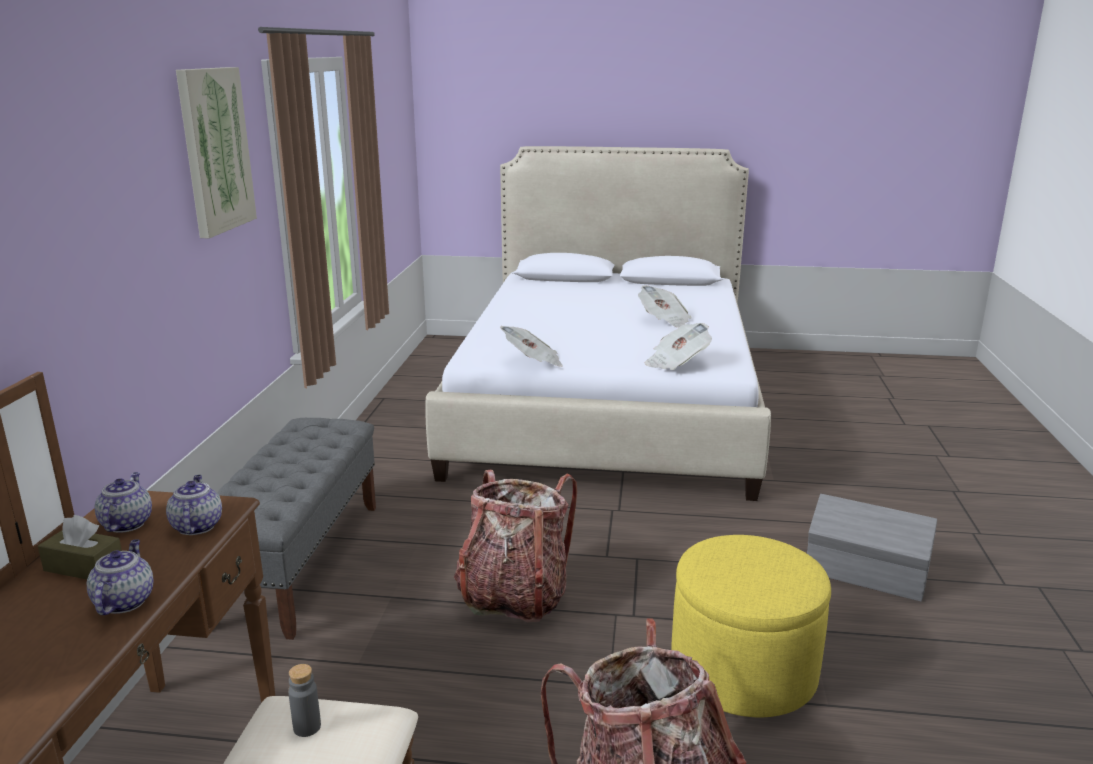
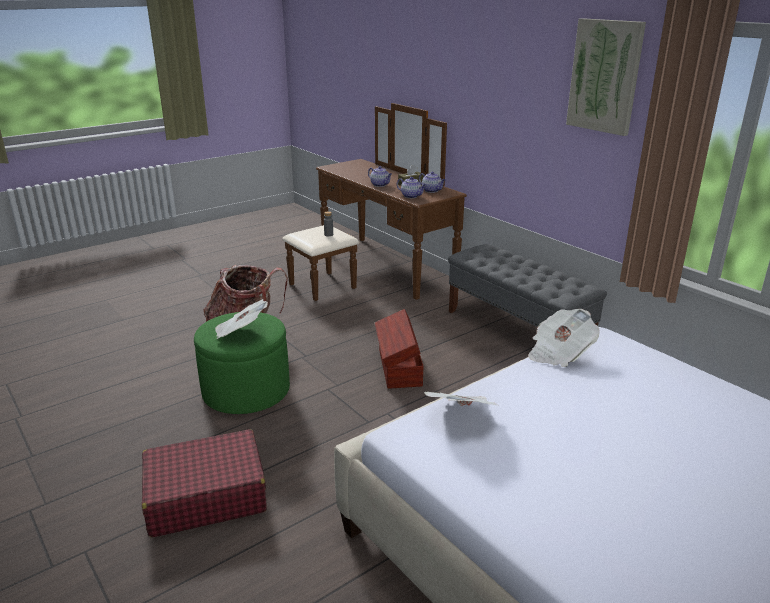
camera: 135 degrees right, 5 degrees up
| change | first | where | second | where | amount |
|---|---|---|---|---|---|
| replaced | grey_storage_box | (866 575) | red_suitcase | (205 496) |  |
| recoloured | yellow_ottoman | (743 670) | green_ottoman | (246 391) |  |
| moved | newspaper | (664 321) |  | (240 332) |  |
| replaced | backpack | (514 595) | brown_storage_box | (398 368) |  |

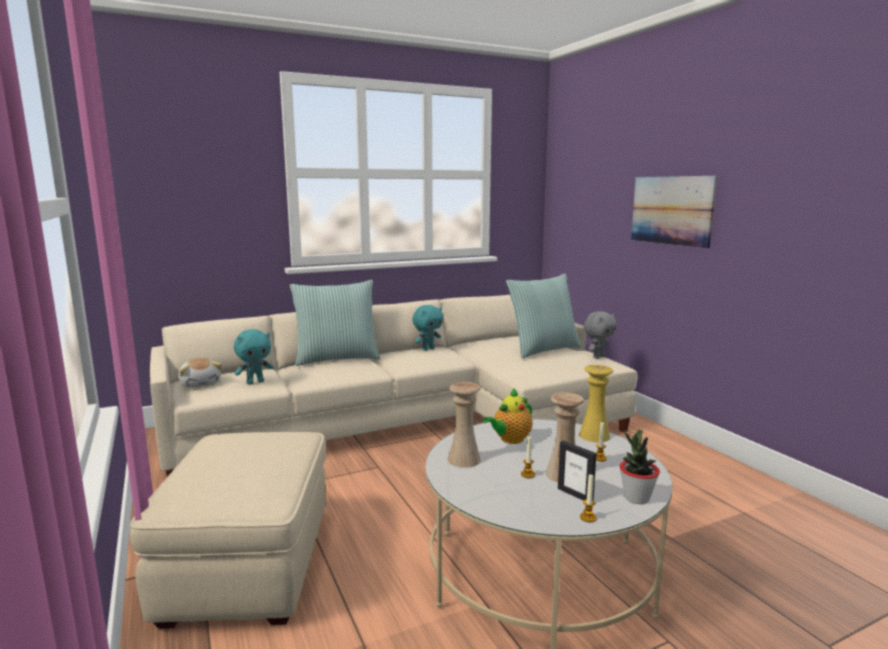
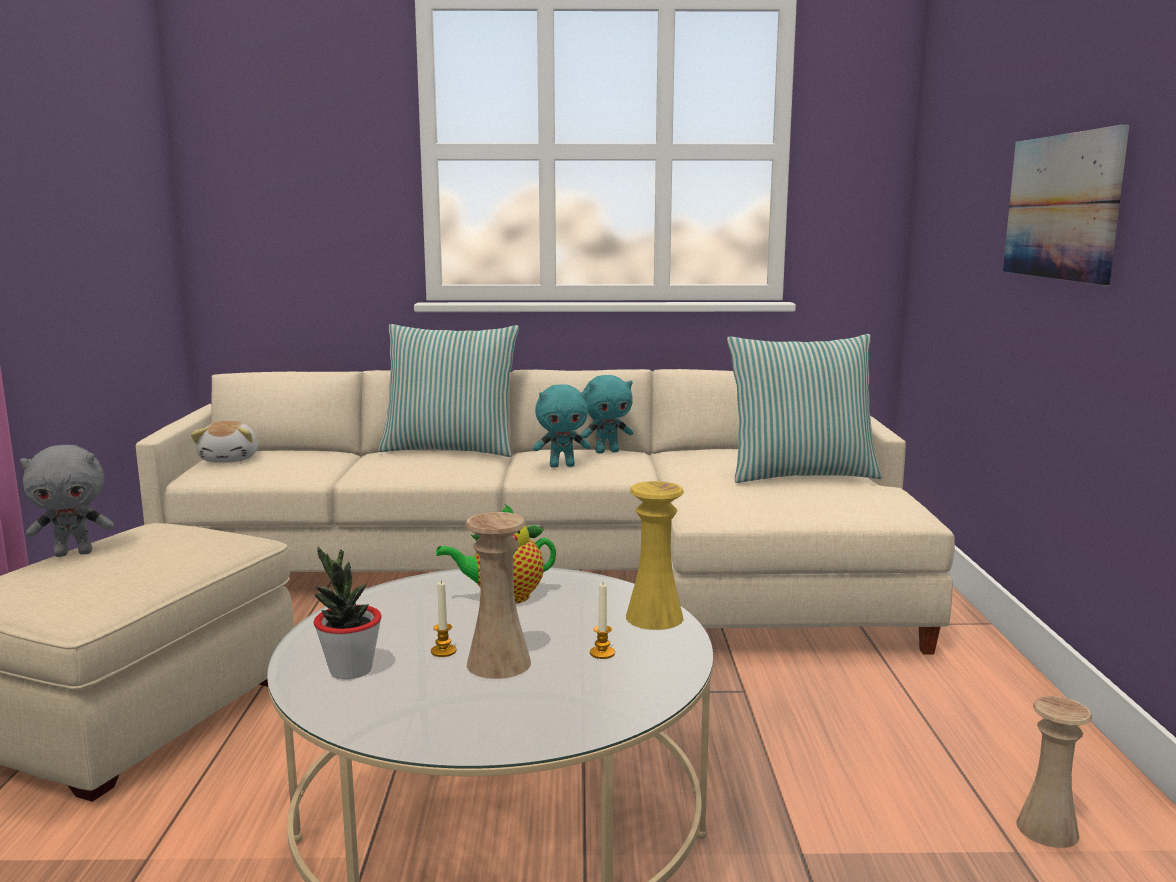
camera: 25 degrees right, 0 degrees up
| change | first | where | second | where | amount |
|---|---|---|---|---|---|
| moved | grey_plush_toy | (598 357) |  | (74 553) |  |
| moved | potted_plant | (636 498) |  | (350 670) |  |
| moved | turquoise_plush_toy | (255 382) |  | (562 466) |  |
| moved | beige_vase | (464 459) |  | (1047 829) |  |
| removed | picture_frame | (575 495) |  |  |  |
| removed | candle | (588 517) |  |  |  |

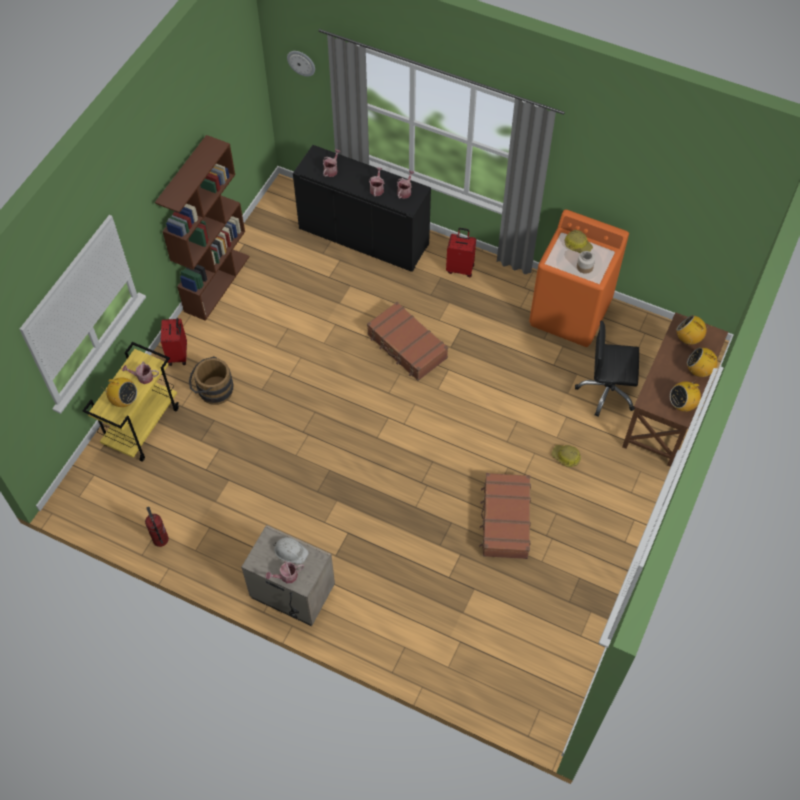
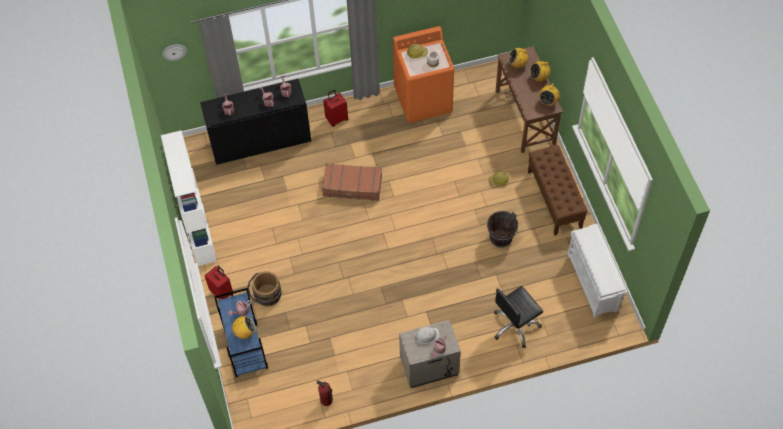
camera: 40 degrees left, 0 degrees up
| change | first | where | second | where | amount |
|---|---|---|---|---|---|
| recoloured | brown_bookcase | (217 283) | white_bookcase | (199 234) |  |
| recoloured | yellow_cart | (142 426) | blue_cart | (245 349) |  |
| replaced | brown_suitcase | (505 520) | brown_bucket | (501 238) |  |
| moved | black_office_chair | (607 391) |  | (515 326) |  |
| added |  |  | brown_bench | (554 200) |  |
| added |  |  | white_shoe_rack | (593 283) |  |

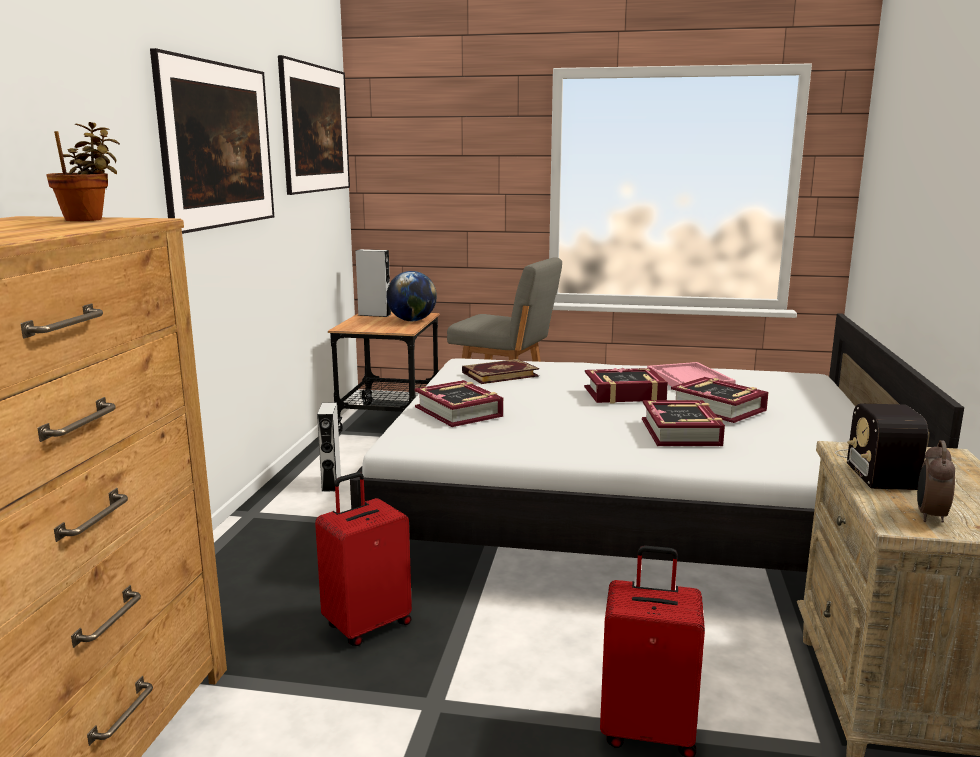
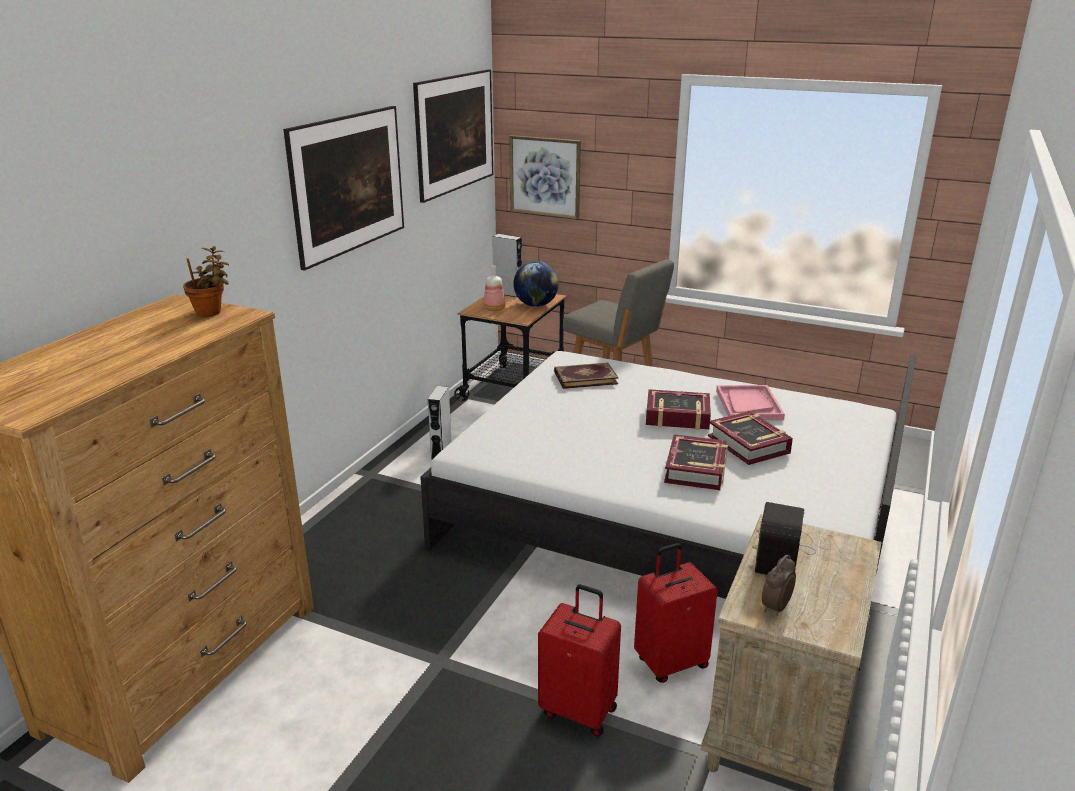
camera: 15 degrees right, 10 degrees up
| change | first | where | second | where | amount |
|---|---|---|---|---|---|
| added |  |  | bottle | (493 309) |  |
| added |  |  | picture | (545 176) |  |
| moved | red_suitcase | (367 625) |  | (670 662) |  |
| removed | book | (459 412) |  |  |  |

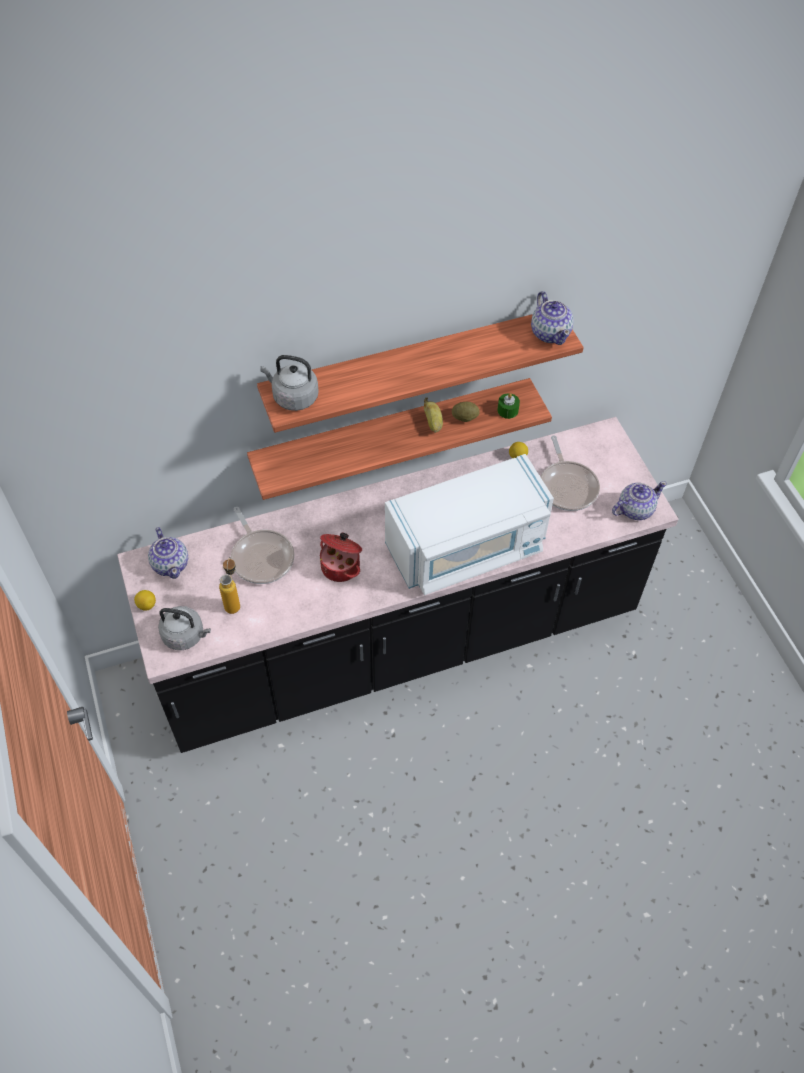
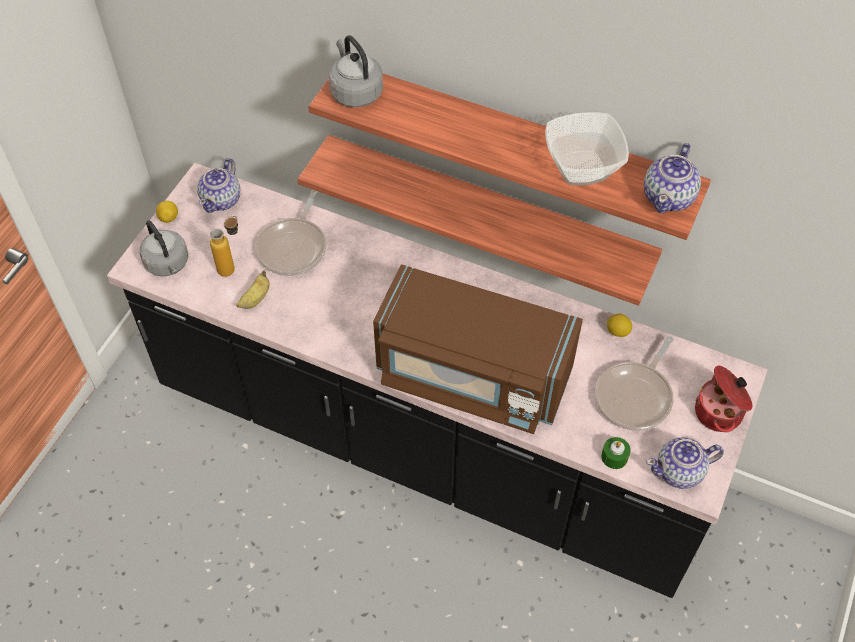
camera: 45 degrees right, 0 degrees up
| change | first | where | second | where | amount |
|---|---|---|---|---|---|
| moved | banana | (433 423) |  | (255 299) |  |
| recoloured | white_microwave | (466 548) | brown_microwave | (472 376) |  |
| added |  |  | bowl | (583 169) |  |
| moved | green_candle | (507 410) |  | (614 457) |  |
| turned | teapot | (634 509) |  | (680 471) | 150 degrees clockwise |
| moved | cooking_pot | (341 566) |  | (720 412) |  |
| removed | potato | (465 418) |  |  |  |

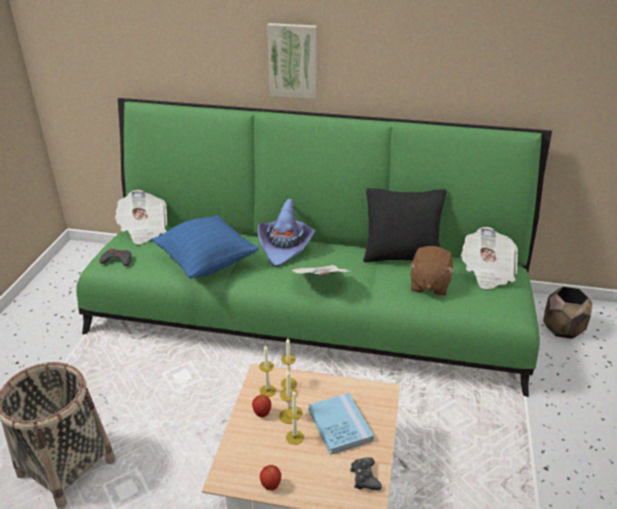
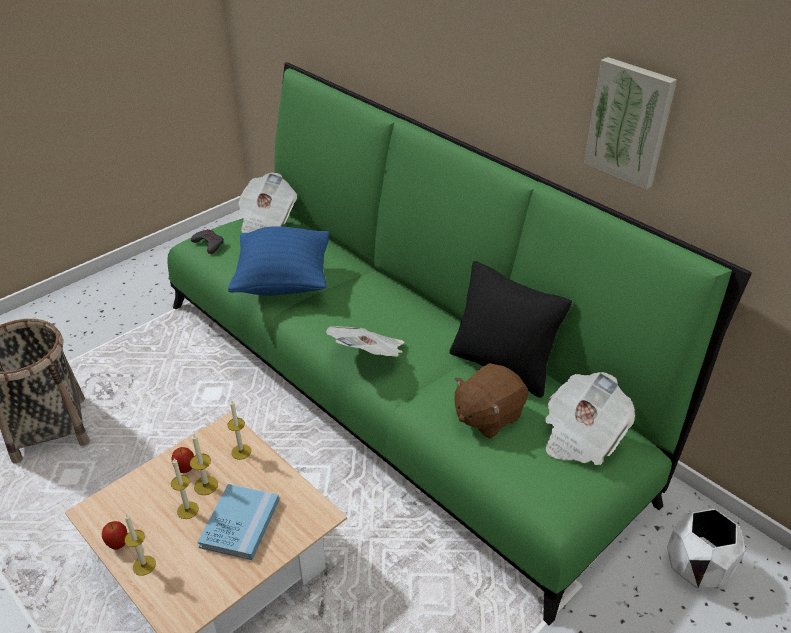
camera: 35 degrees right, 5 degrees up
| change | first | where | second | where | amount |
|---|---|---|---|---|---|
| moved | candle | (267 390) |  | (144 565) |  |
| moved | picture | (293 60) |  | (630 122) |  |
| recoloured | brown_planter | (561 328) | white_planter | (696 567) |  |
| removed | purple_hat | (285 246) |  |  |  |
| removed | black_game_controller | (365 477) |  |  |  |

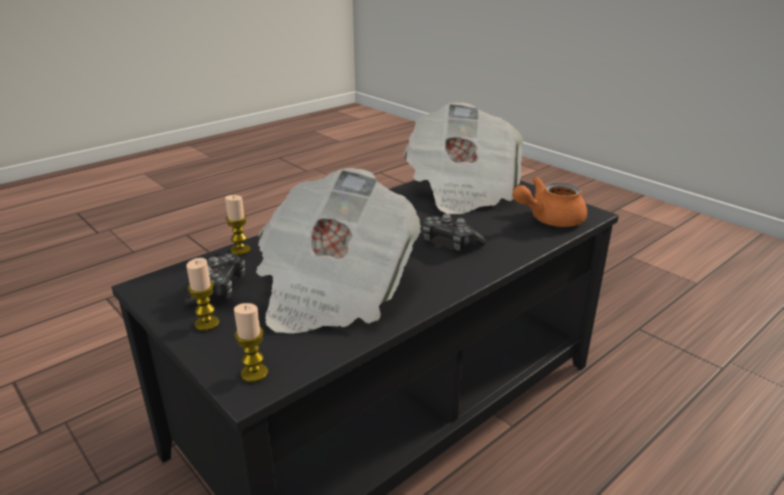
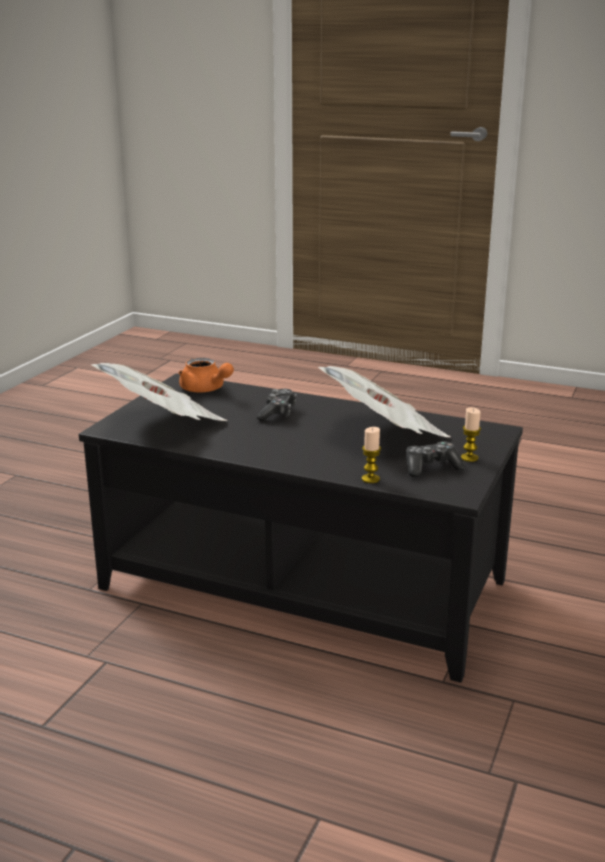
camera: 115 degrees left, 5 degrees down
| change | first | where | second | where | amount |
|---|---|---|---|---|---|
| removed | candle | (254 373) |  |  |  |

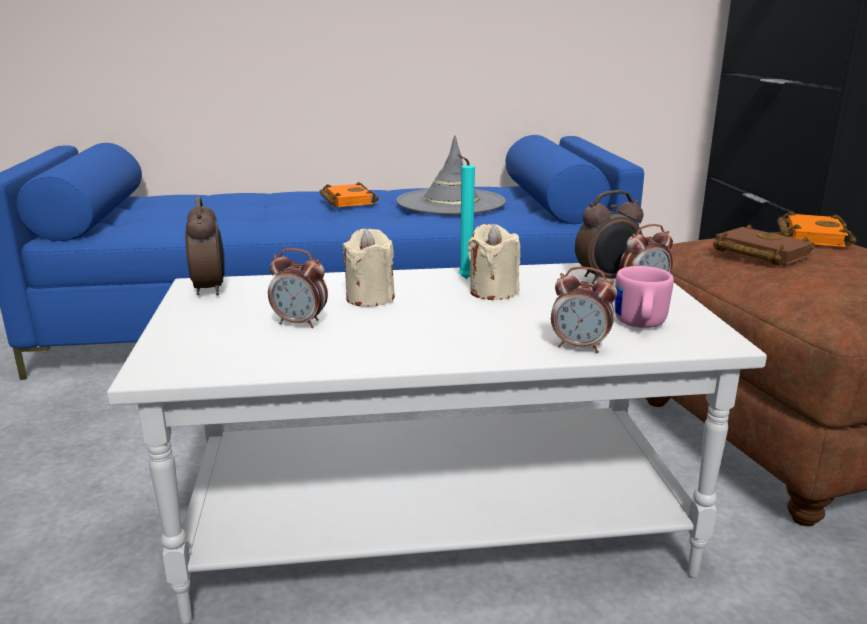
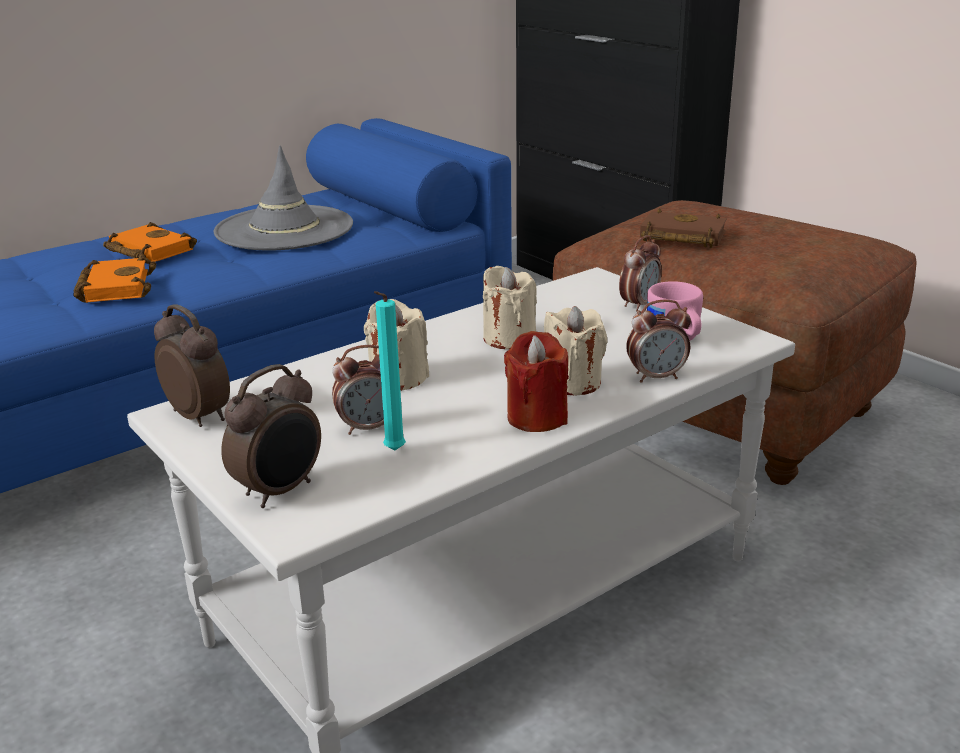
camera: 30 degrees left, 5 degrees up
| change | first | where | second | where | amount |
|---|---|---|---|---|---|
| moved | orange_book | (809 236) |  | (114 287) |  |
| moved | alarm_clock | (607 280) |  | (280 491) |  |
| moved | turquoise_candle | (463 279) |  | (392 452) |  |
| added |  |  | red_candle | (537 417) |  |
| added |  |  | beige_candle | (572 382) |  |

